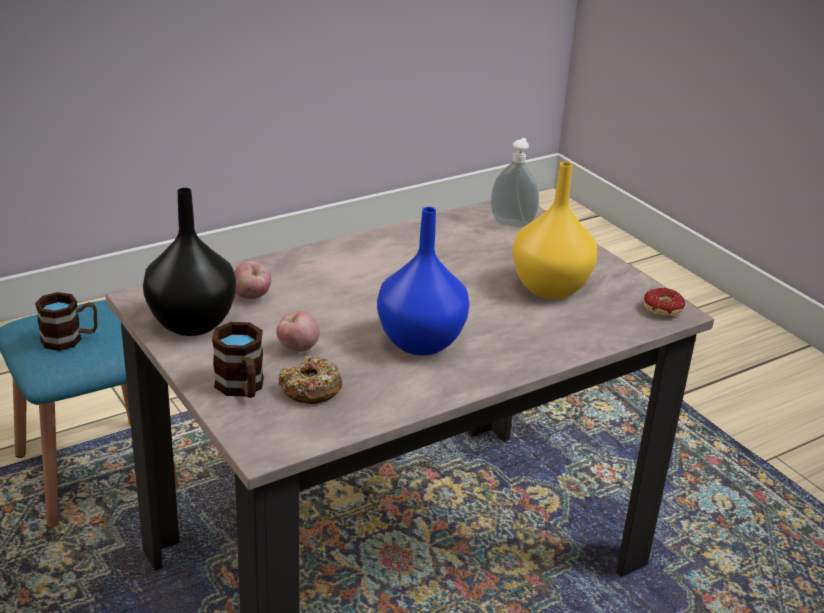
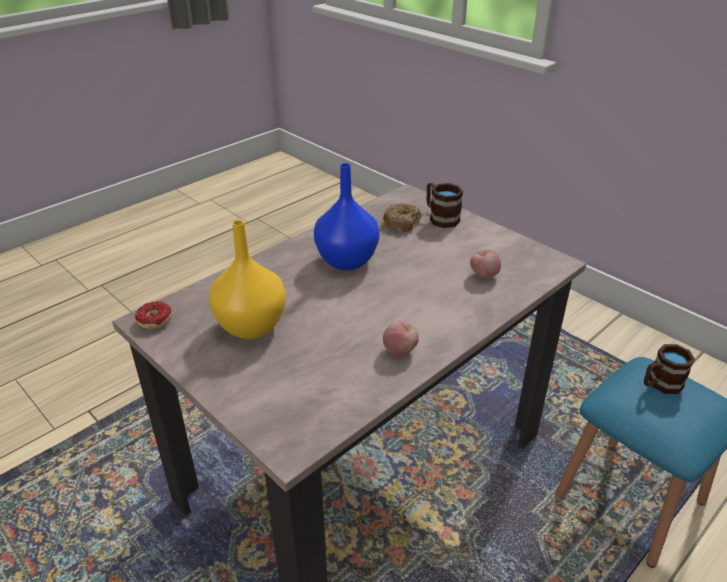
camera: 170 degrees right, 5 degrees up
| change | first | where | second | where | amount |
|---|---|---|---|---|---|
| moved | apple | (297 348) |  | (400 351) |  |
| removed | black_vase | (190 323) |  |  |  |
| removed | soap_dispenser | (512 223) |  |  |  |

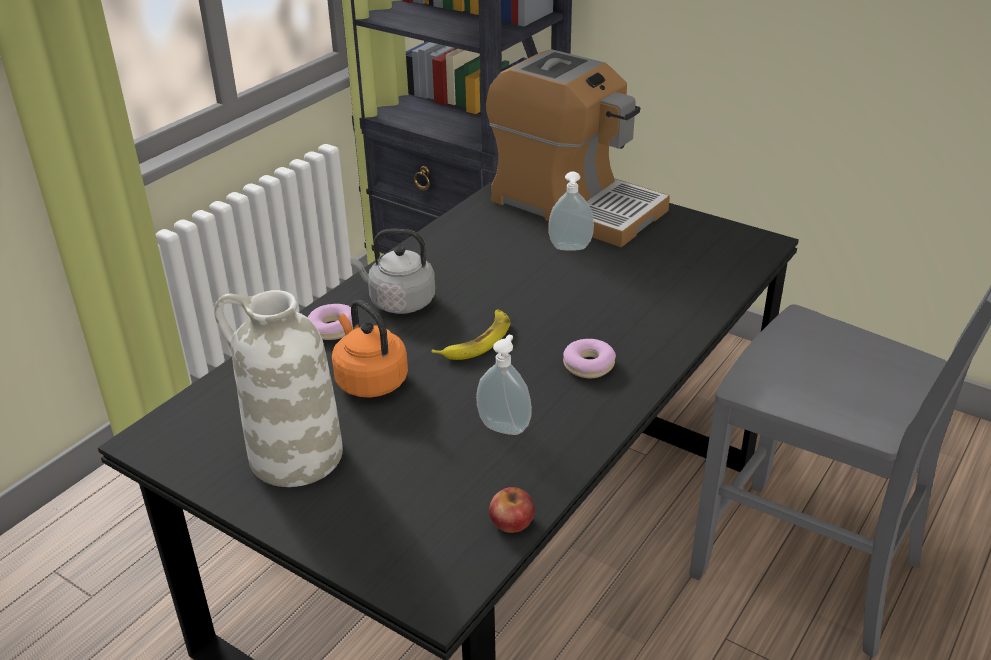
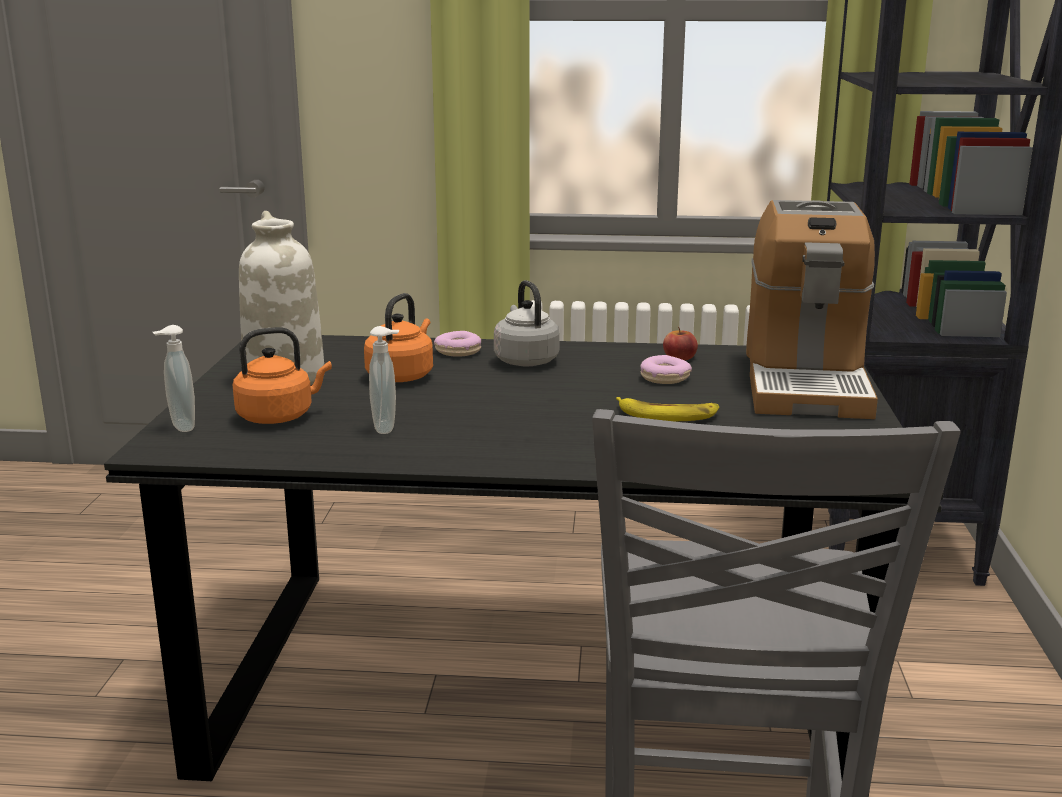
camera: 60 degrees right, 15 degrees down
| change | first | where | second | where | amount |
|---|---|---|---|---|---|
| moved | soap_dispenser | (570 249) |  | (180 427) |  |
| added |  |  | orange_kettle | (279 416) |  |
| moved | banana | (477 341) |  | (667 415) |  |
| moved | donut | (589 365) |  | (665 378) |  |
| moved | apple | (511 521) |  | (679 357) |  |

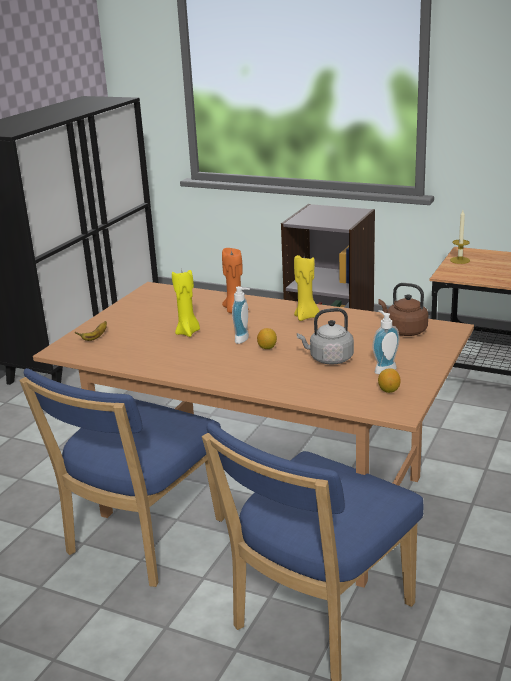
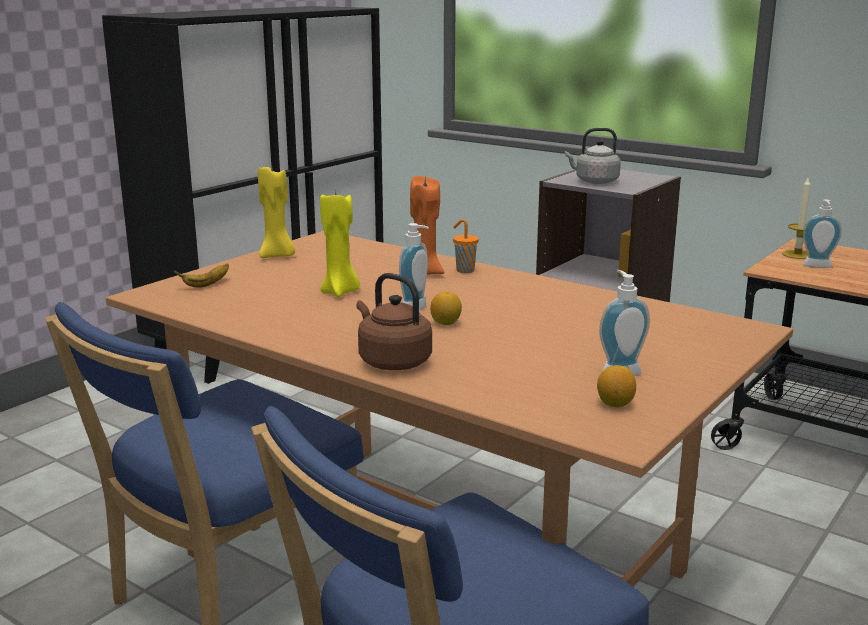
camera: 10 degrees right, 5 degrees down
| change | first | where | second | where | amount |
|---|---|---|---|---|---|
| moved | yellow_candle | (306 317) |  | (277 256) |  |
| moved | brown_kettle | (404 331) |  | (392 361) |  |
| added |  |  | orange_cup | (464 270) |  |
| moved | grey_kettle | (329 359) |  | (594 181) |  |
| added |  |  | soap_dispenser | (818 267) |  |

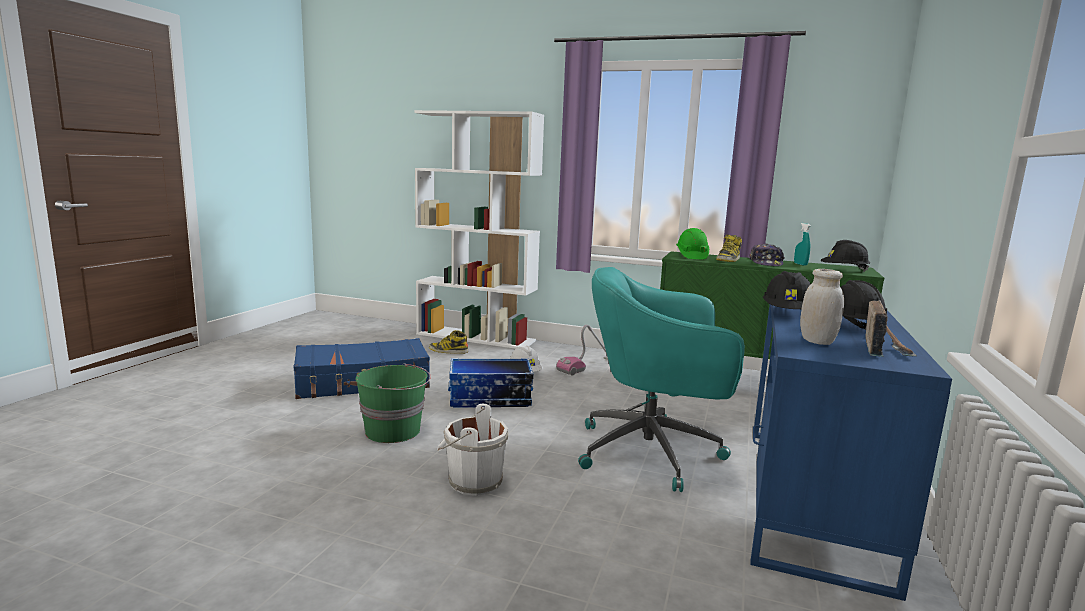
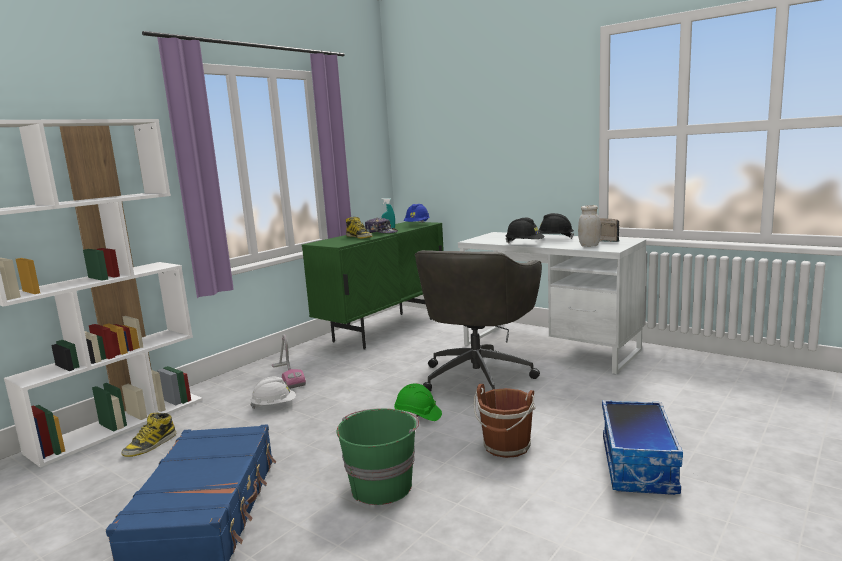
camera: 70 degrees left, 0 degrees up
| change | first | where | second | where | amount |
|---|---|---|---|---|---|
| moved | green_hard_hat | (691 256) |  | (418 415) |  |
| recoloured | black_hard_hat | (843 270) | blue_hard_hat | (417 225) |  |
| recoloured | turquoise_office_chair | (653 452) | grey_office_chair | (478 376) |  |
| recoloured | blue_desk | (810 498) | white_desk | (549 347) |  |
| recoloured | white_bucket | (472 482) | brown_bucket | (506 447) |  |
| moved | storage_box | (489 399) |  | (639 465) |  |

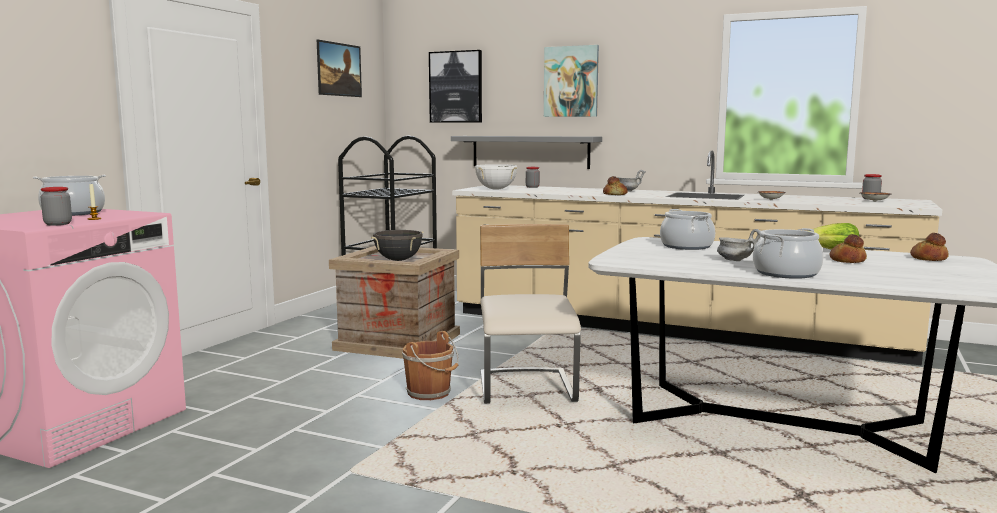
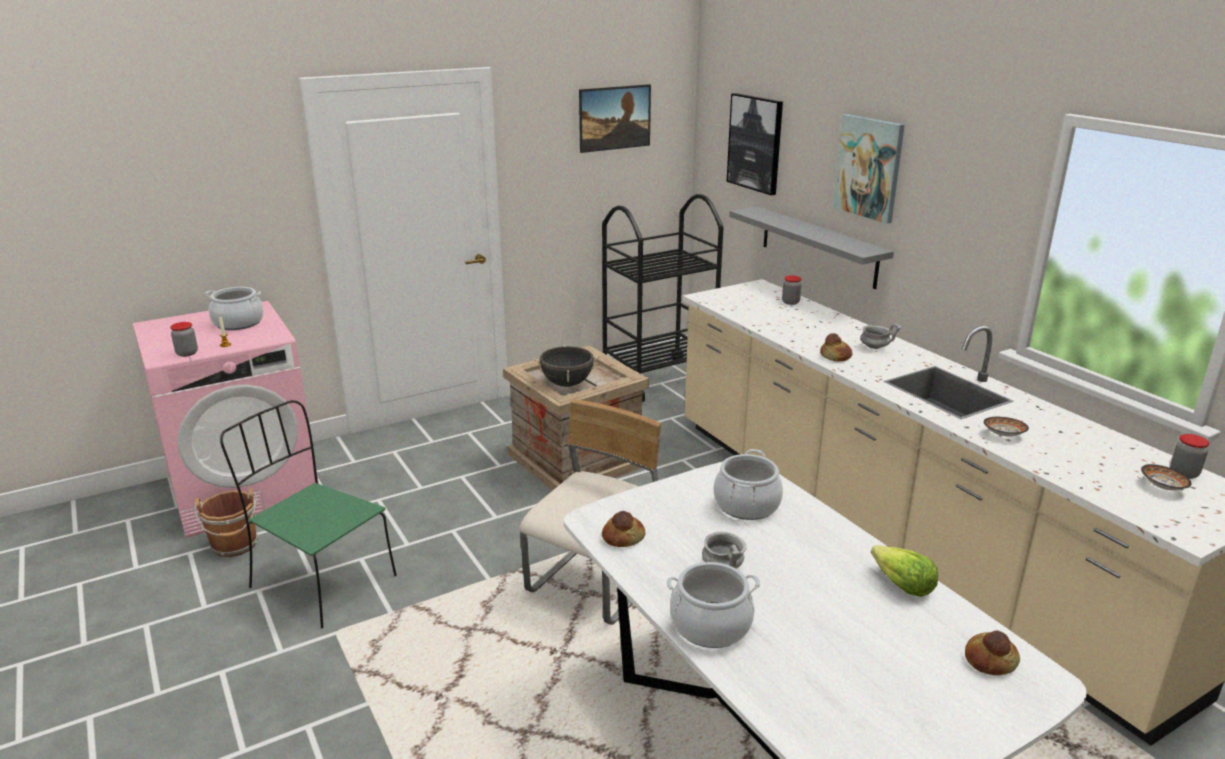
camera: 35 degrees right, 15 degrees up
| change | first | where | second | where | amount |
|---|---|---|---|---|---|
| moved | brown_bucket | (430 393) |  | (235 546) |  |
| added |  |  | green_chair | (320 581) |  |
| moved | bread | (847 260) |  | (623 537) |  |
| removed | white_cooking_pot | (496 189) |  |  |  |

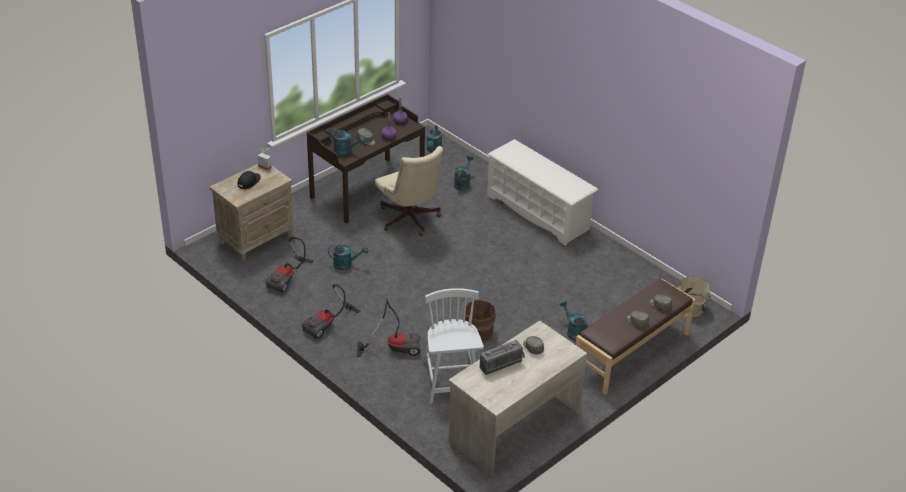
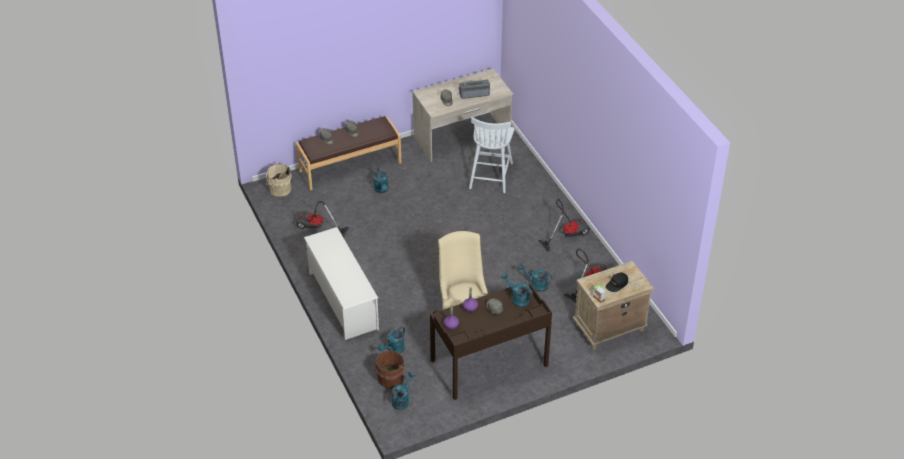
camera: 160 degrees left, 5 degrees up
| change | first | where | second | where | amount |
|---|---|---|---|---|---|
| moved | vacuum_cleaner | (395 347) |  | (317 228) |  |
| moved | brown_bucket | (478 333) |  | (391 377) |  |

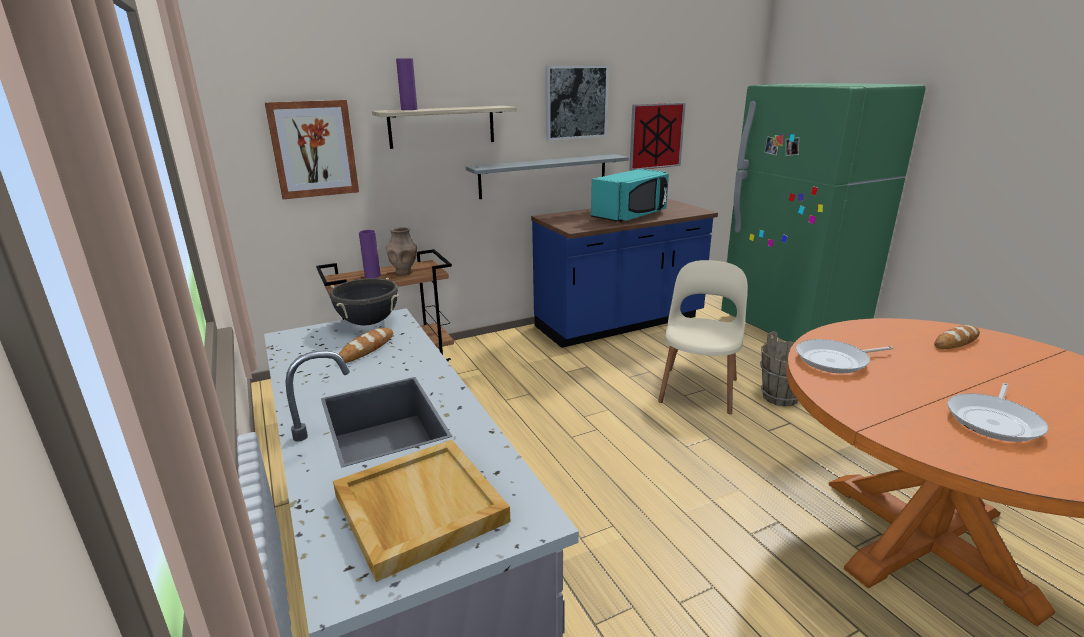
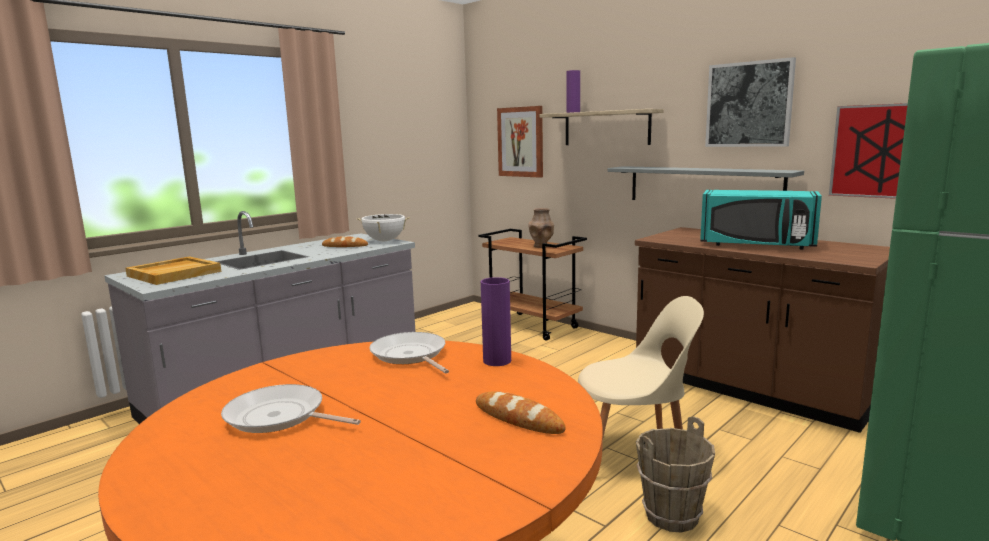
camera: 70 degrees right, 10 degrees down
| change | first | where | second | where | amount |
|---|---|---|---|---|---|
| recoloured | black_cooking_pot | (368 322) | white_cooking_pot | (384 241) |  |
| moved | purple_vase | (372 276) |  | (497 361) |  |
| recoloured | blue_counter | (620 323) | brown_counter | (749 389) |  |

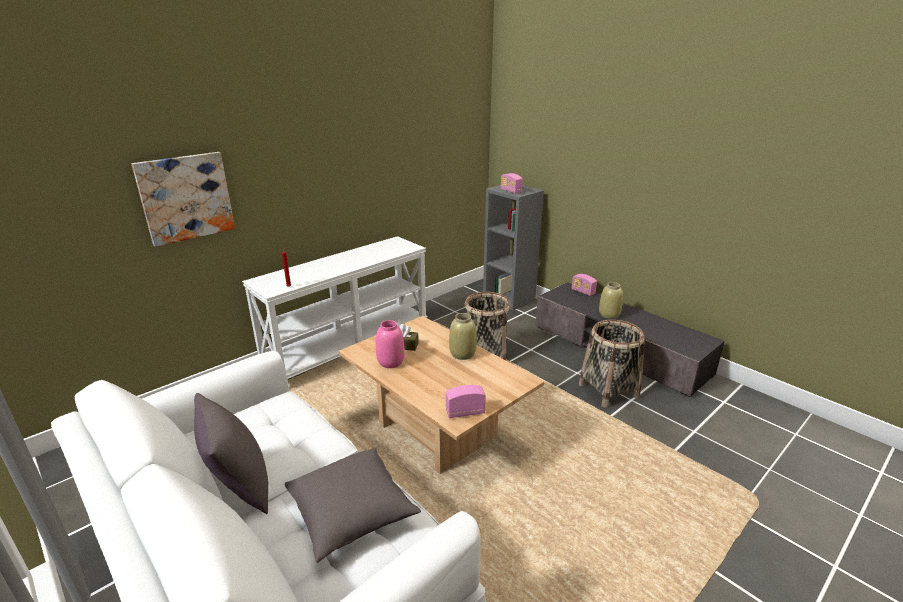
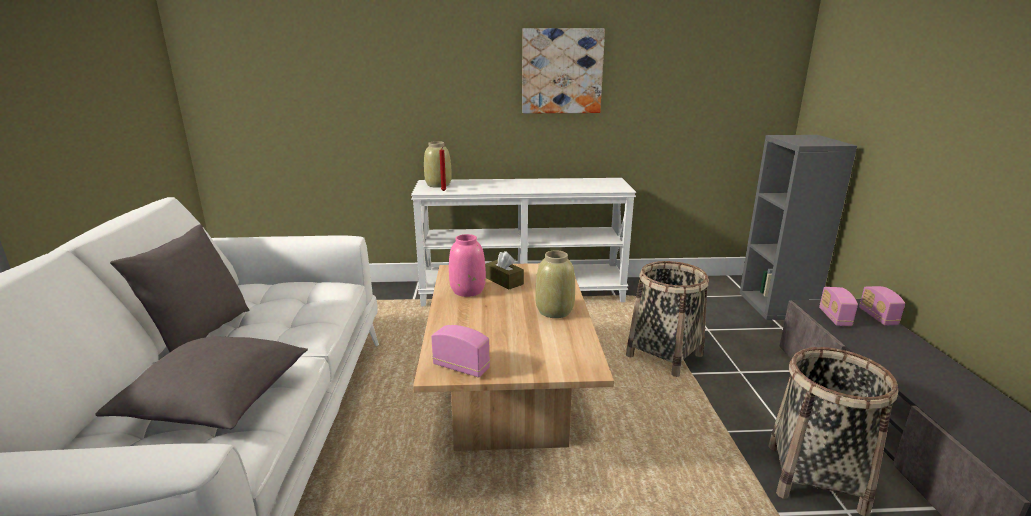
camera: 40 degrees right, 5 degrees down
| change | first | where | second | where | amount |
|---|---|---|---|---|---|
| moved | beige_vase | (609 315) |  | (438 185) |  |
| moved | picture | (186 197) |  | (562 71) |  |
| moved | radio | (510 191) |  | (834 318) |  |

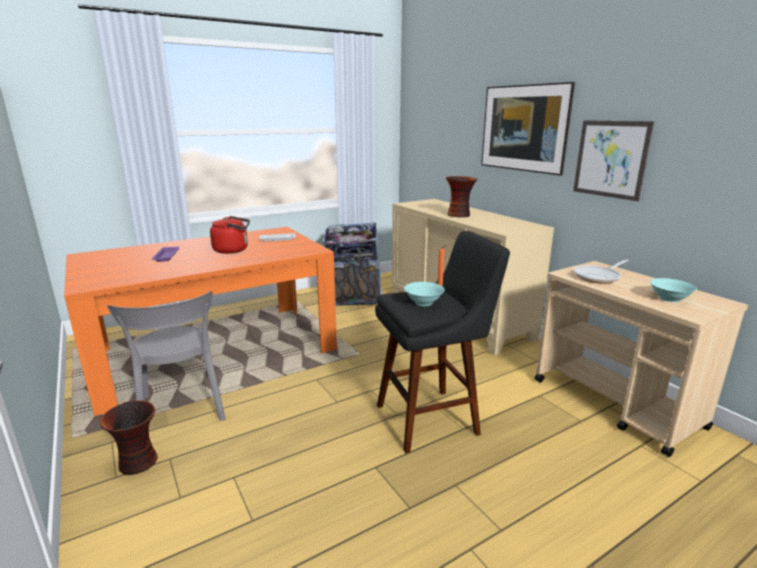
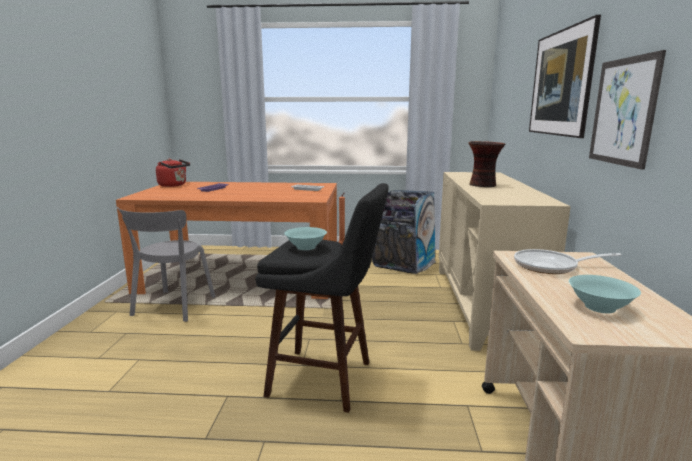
camera: 35 degrees right, 5 degrees down
| change | first | where | second | where | amount |
|---|---|---|---|---|---|
| moved | red_kettle | (233 250) |  | (174 185) |  |
| removed | vase | (138 463) |  |  |  |

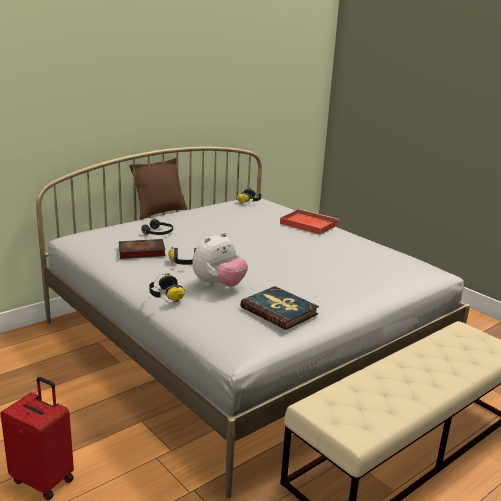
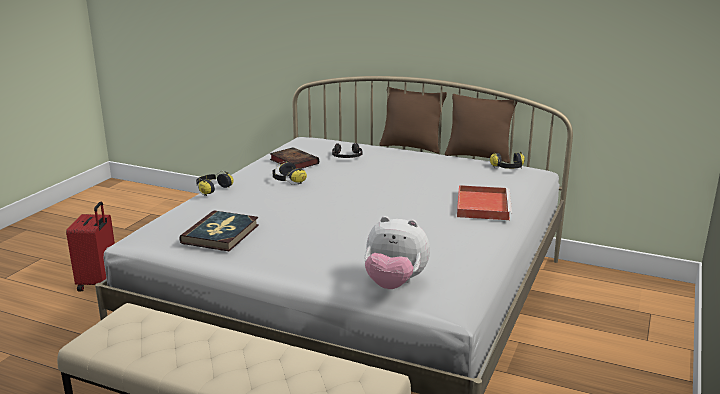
camera: 65 degrees right, 0 degrees up
| change | first | where | second | where | amount |
|---|---|---|---|---|---|
| moved | plush_toy | (219 285) |  | (394 284) |  |
| added |  |  | brown_pillow | (478 156) |  |

